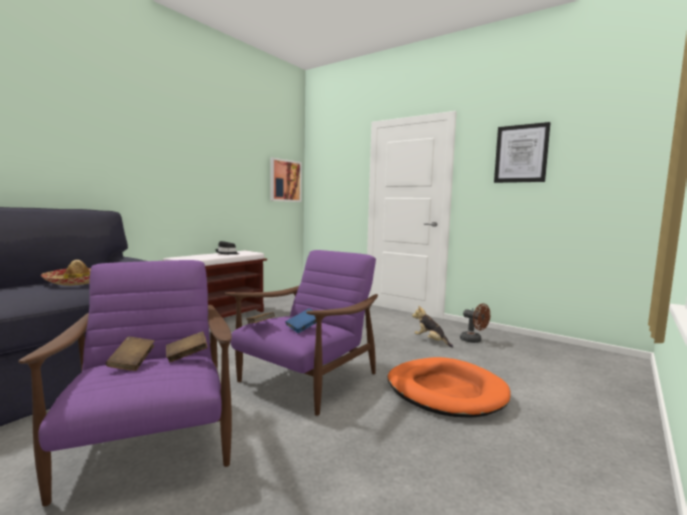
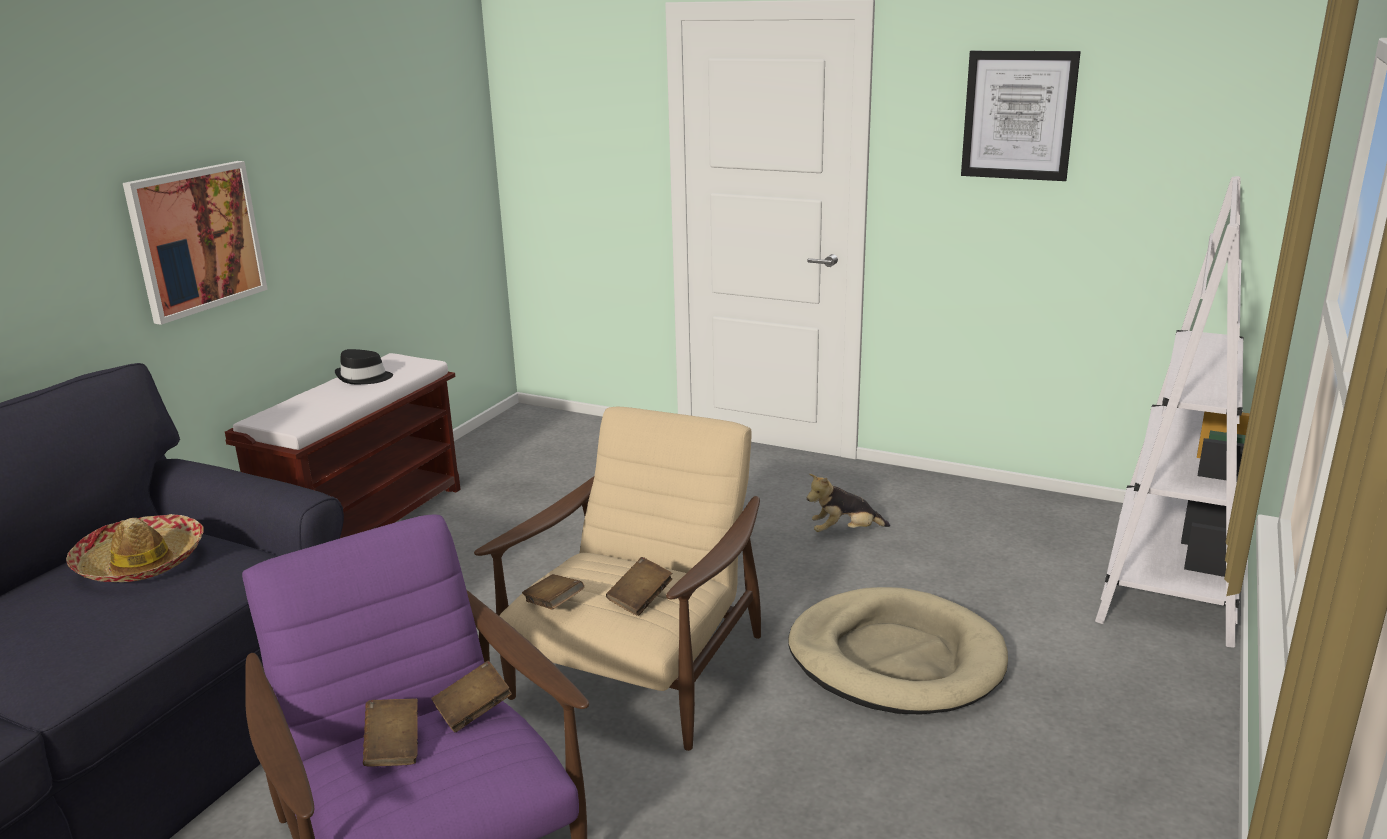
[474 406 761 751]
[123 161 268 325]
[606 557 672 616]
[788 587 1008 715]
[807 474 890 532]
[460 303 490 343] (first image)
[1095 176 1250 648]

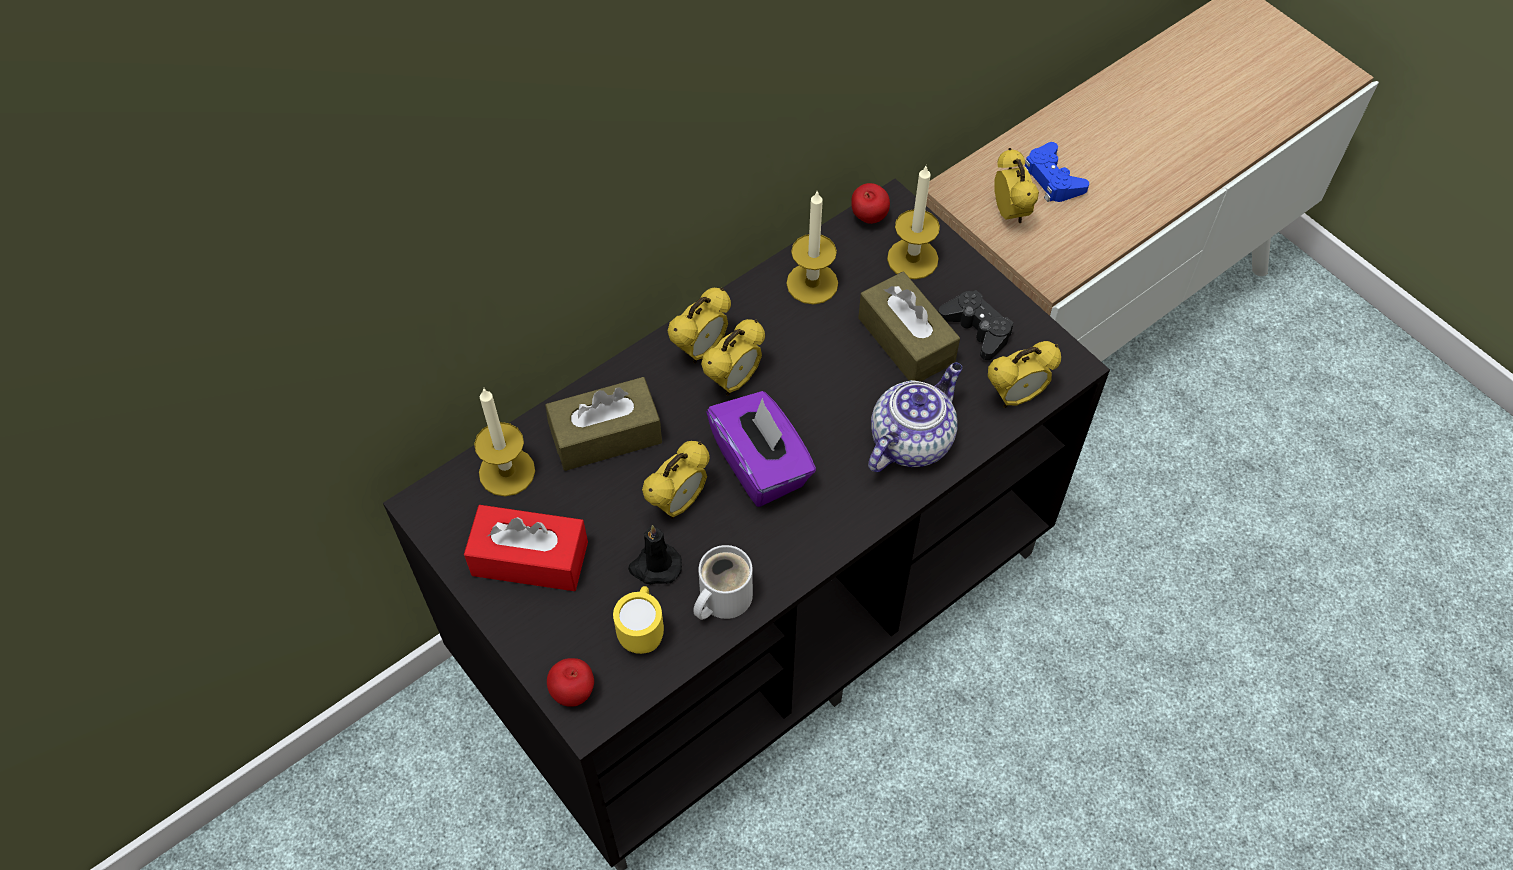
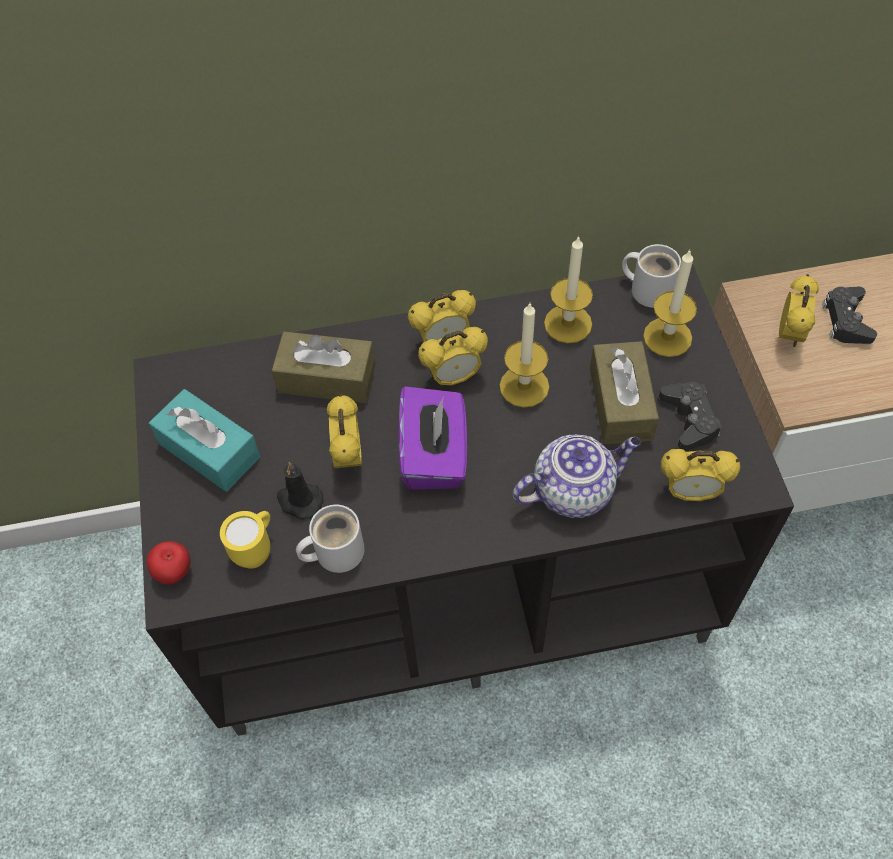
[149 389 260 492]
[499 303 549 408]
[327 394 362 471]
[622 244 681 308]
[822 287 877 344]

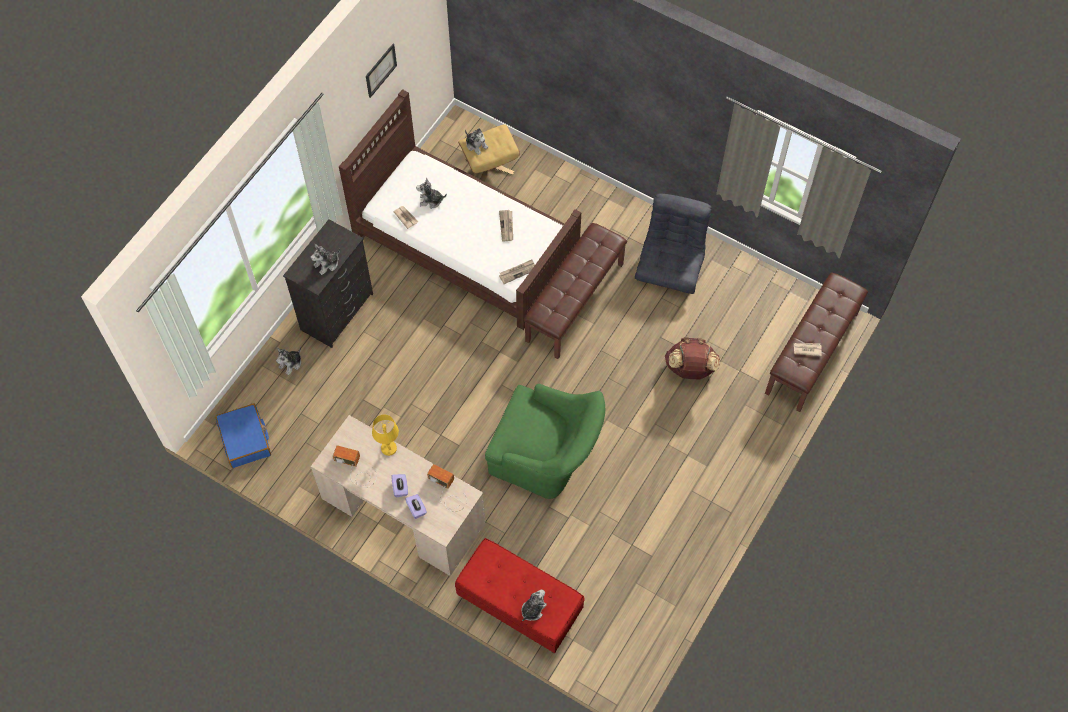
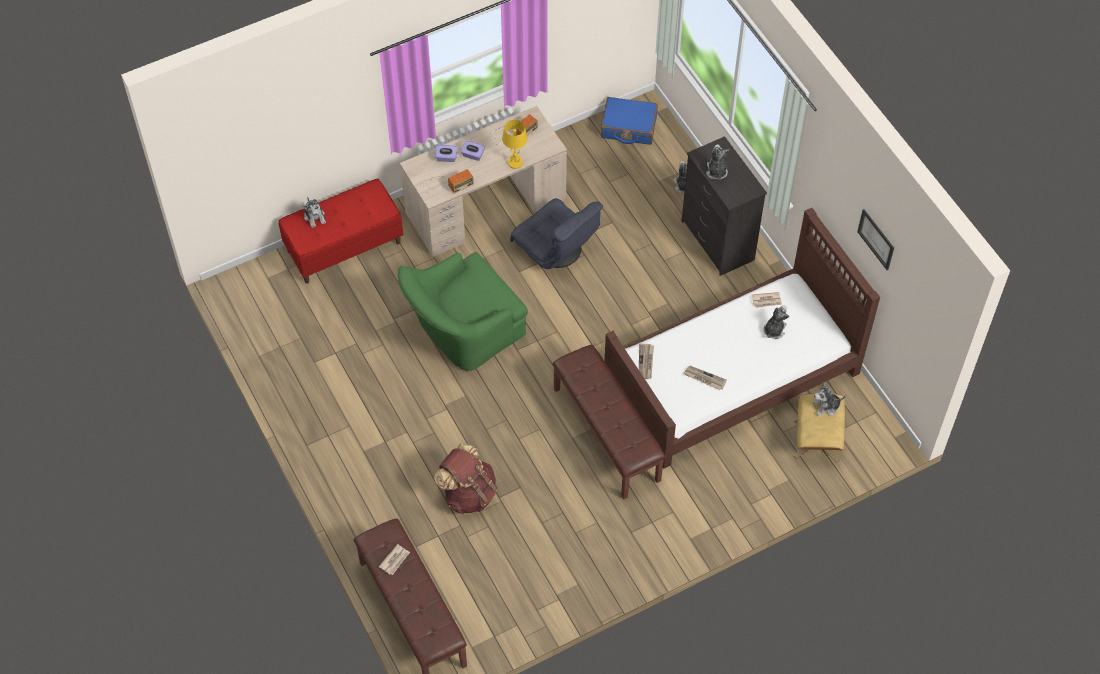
[510 198 603 269]

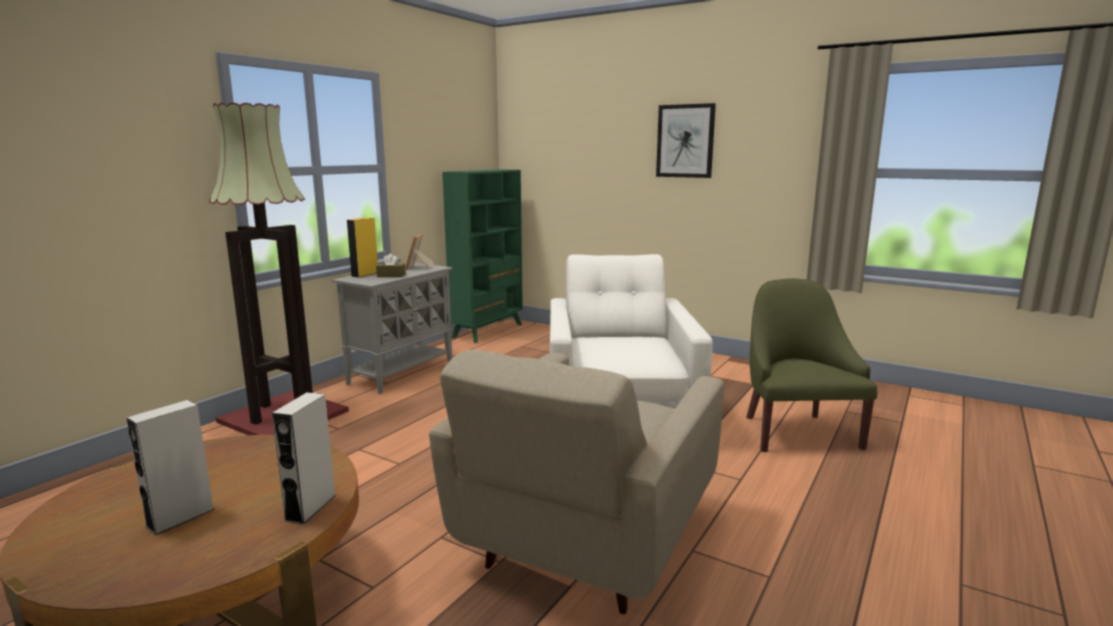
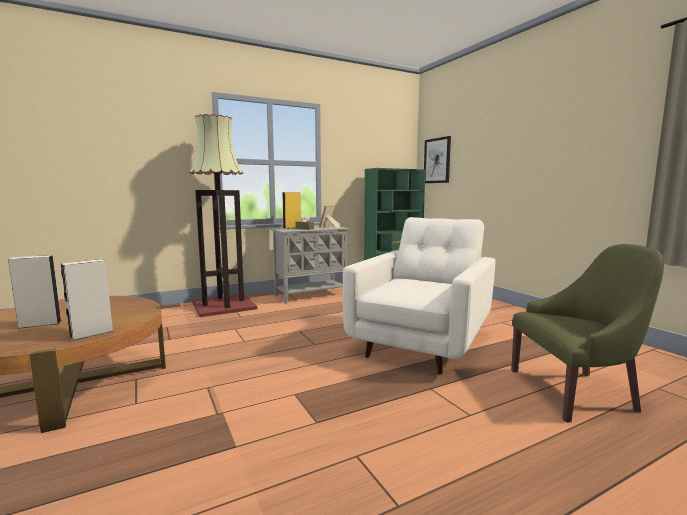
[429 350 724 614] (first image)
[424 136 451 183]
[511 244 664 422]

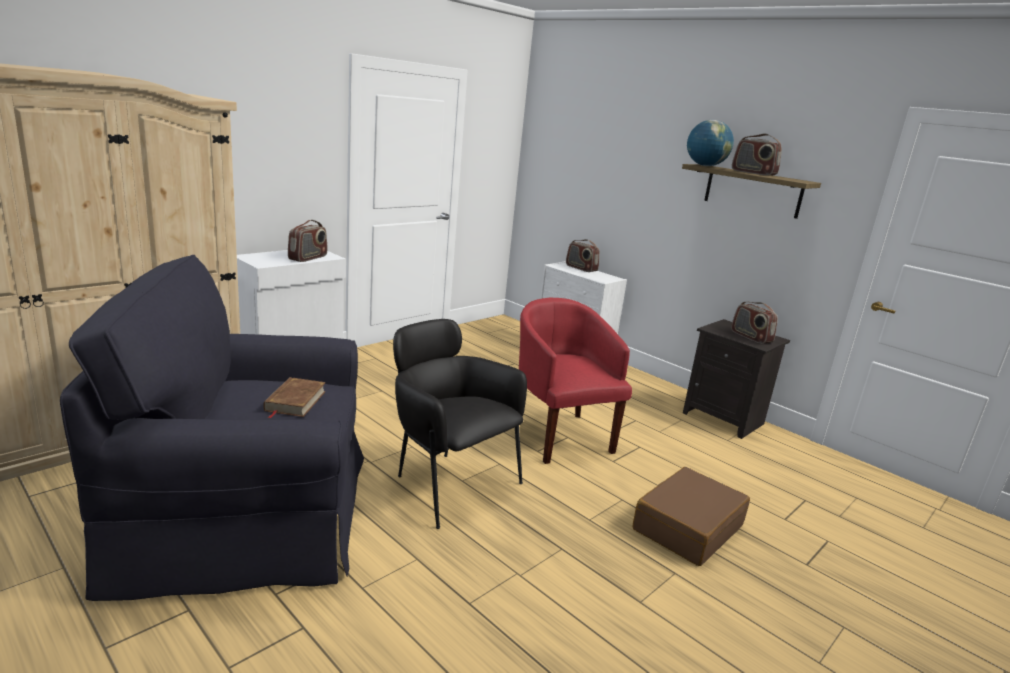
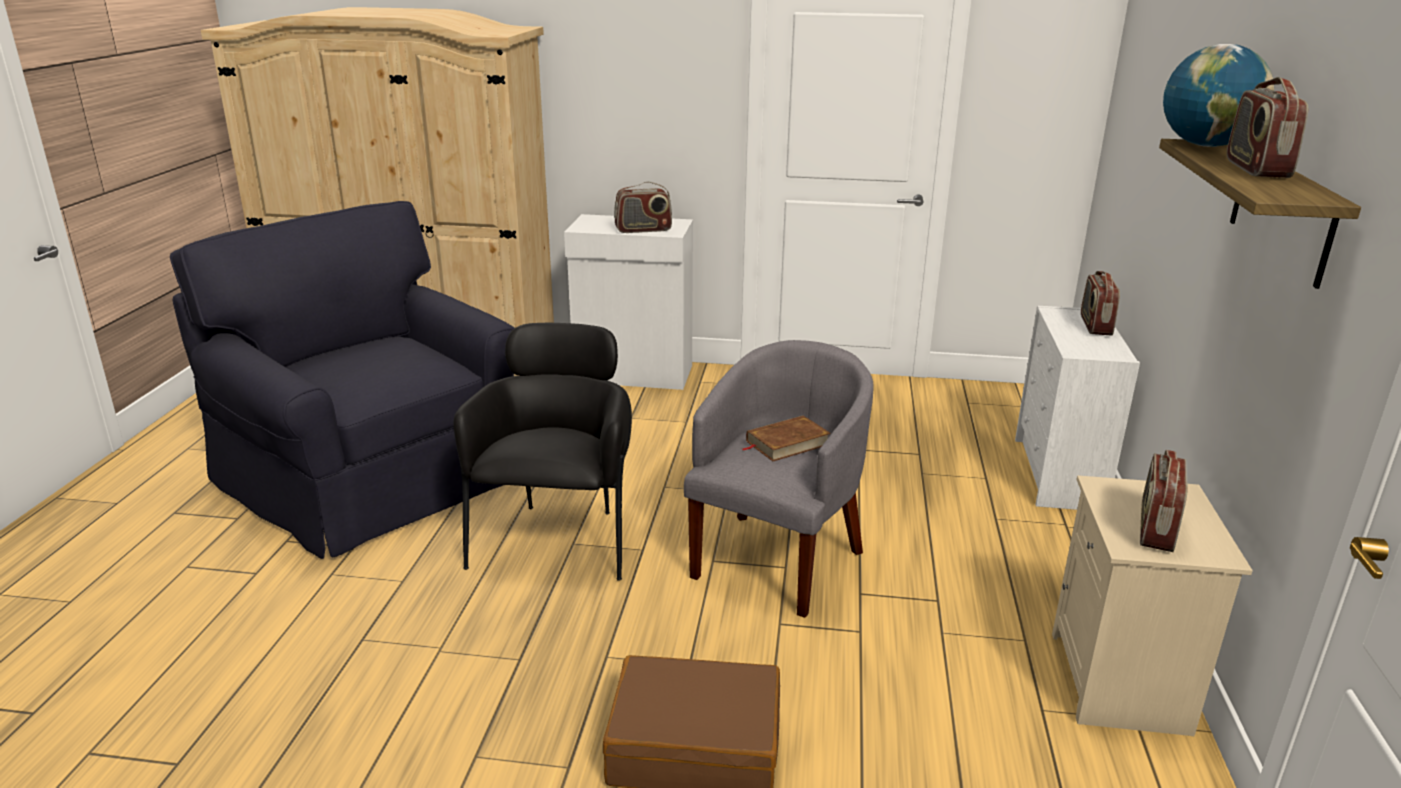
[743 415 831 461]
[684 340 874 618]
[1052 475 1253 736]

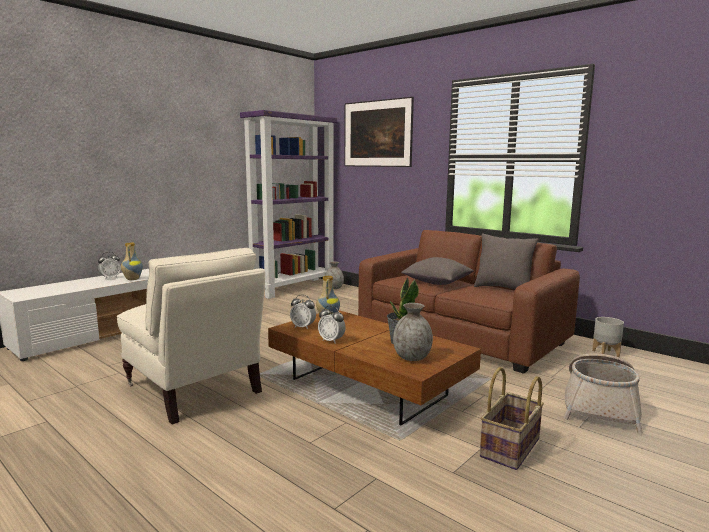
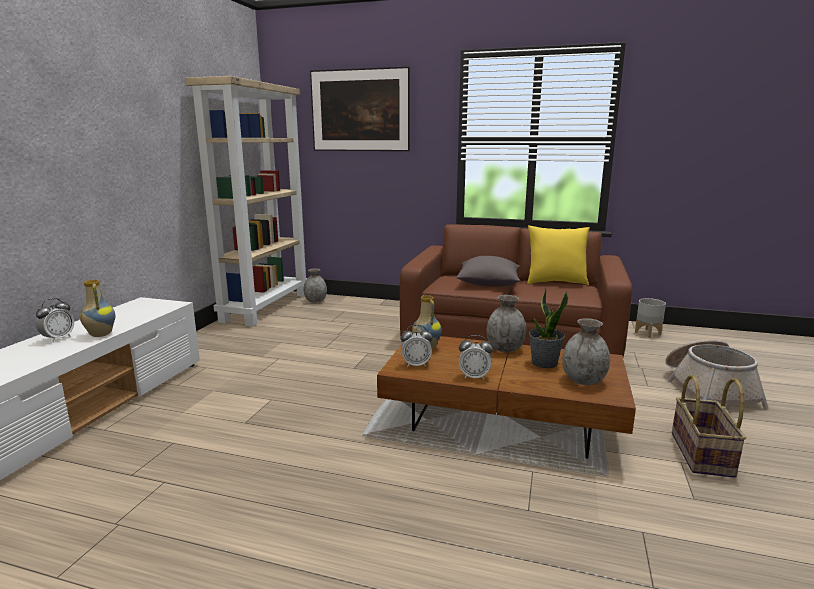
[117 248 265 425] (first image)
[185 76 307 327]
[527 226 590 285]
[487 295 526 352]

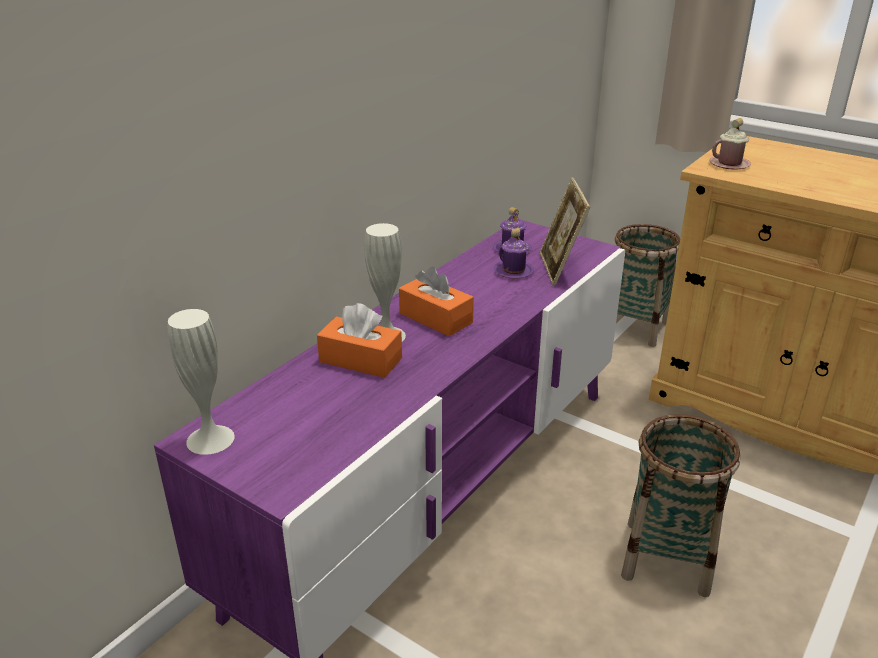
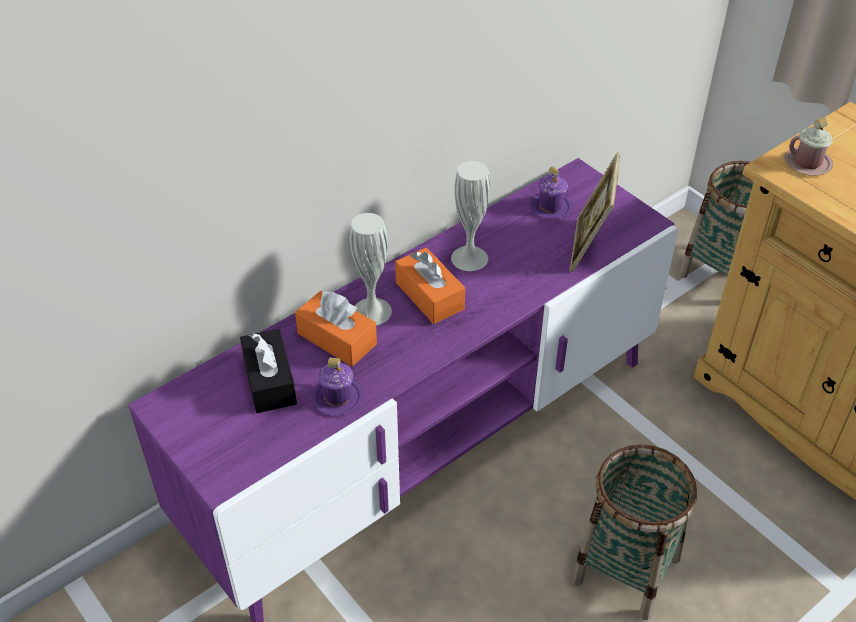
[451 161 490 271]
[312 358 363 415]
[240 329 297 413]

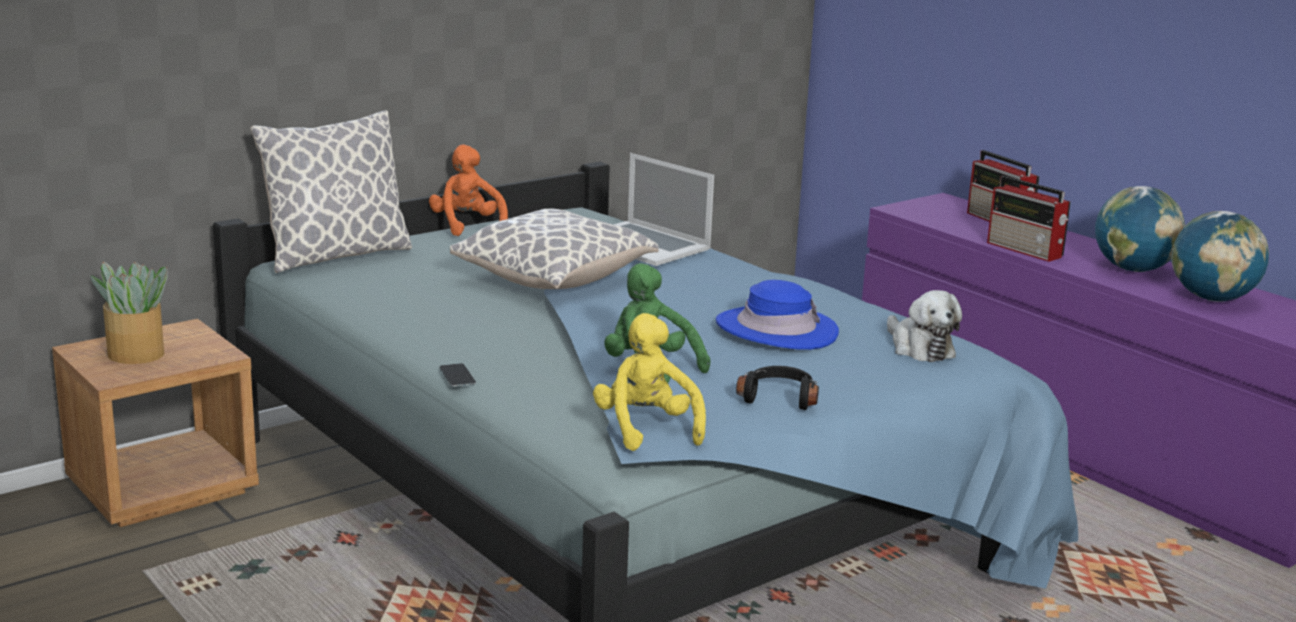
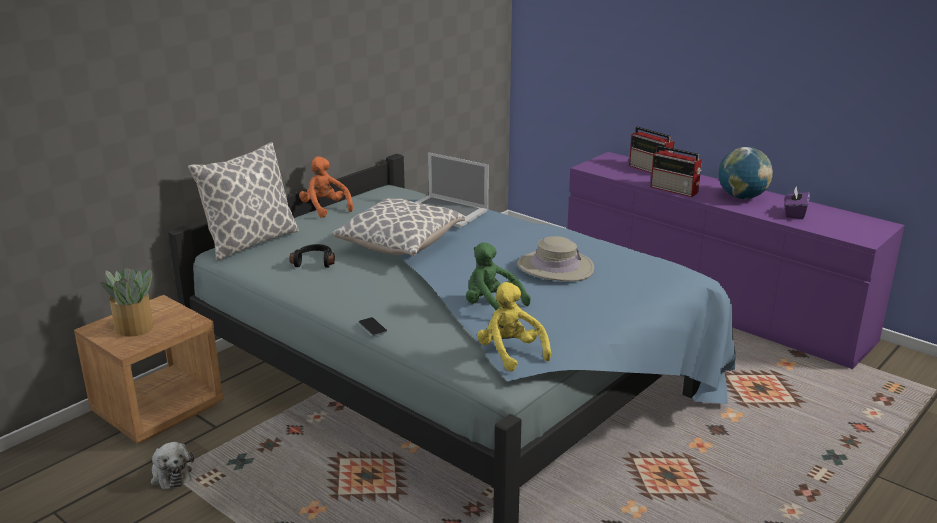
[517 236 594 281]
[289 244 335 268]
[151 442 194 490]
[784 186 810 219]

